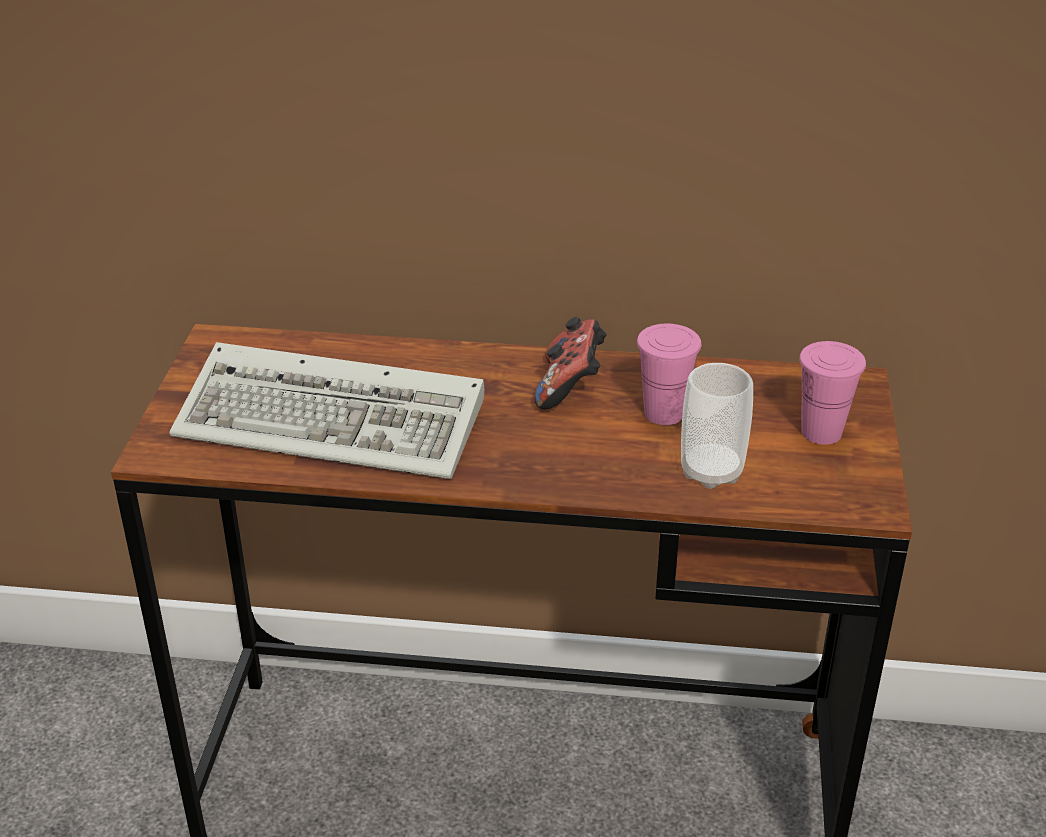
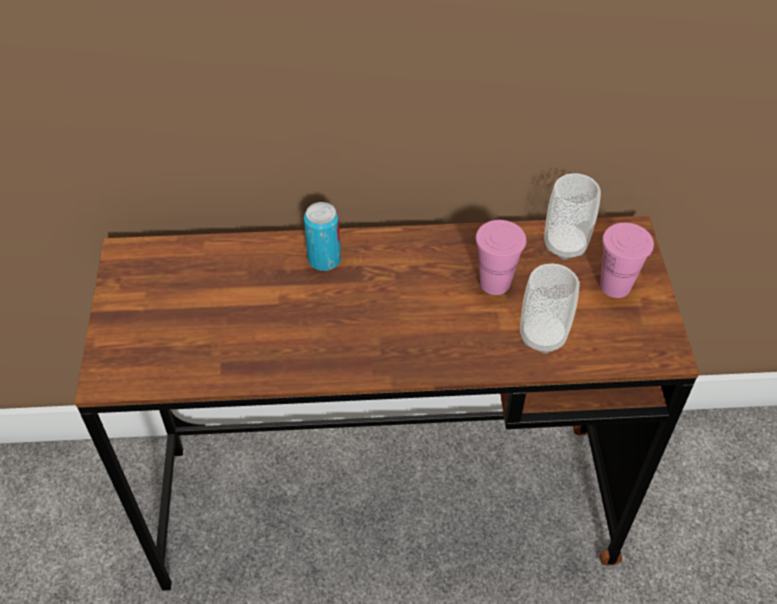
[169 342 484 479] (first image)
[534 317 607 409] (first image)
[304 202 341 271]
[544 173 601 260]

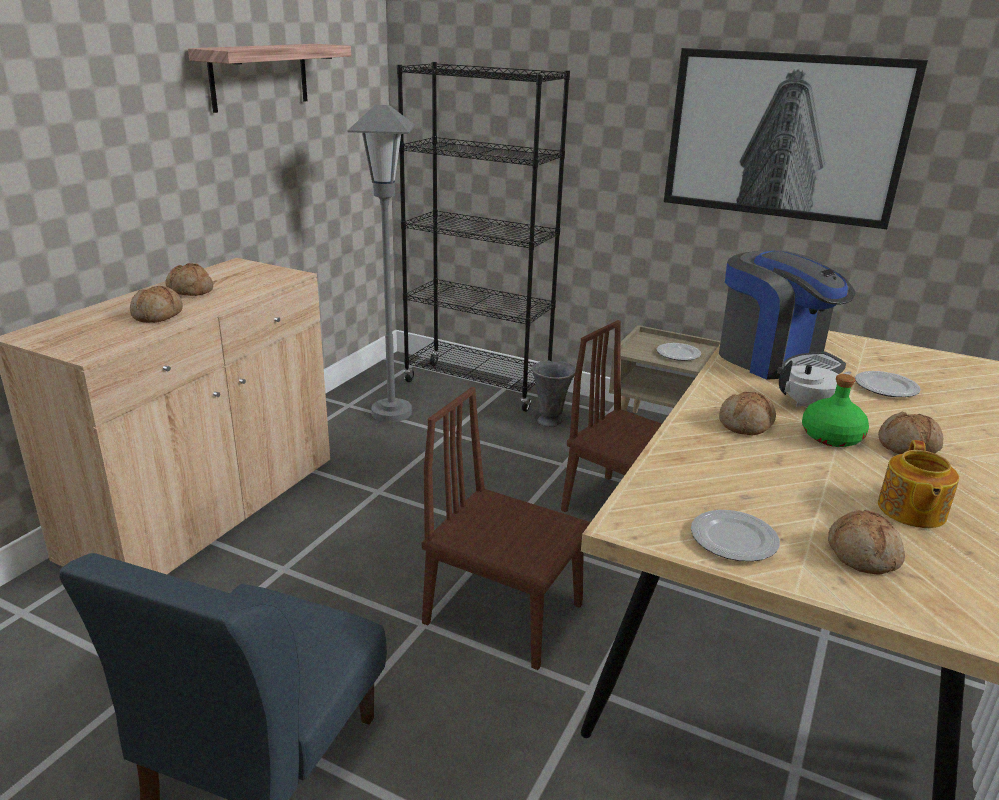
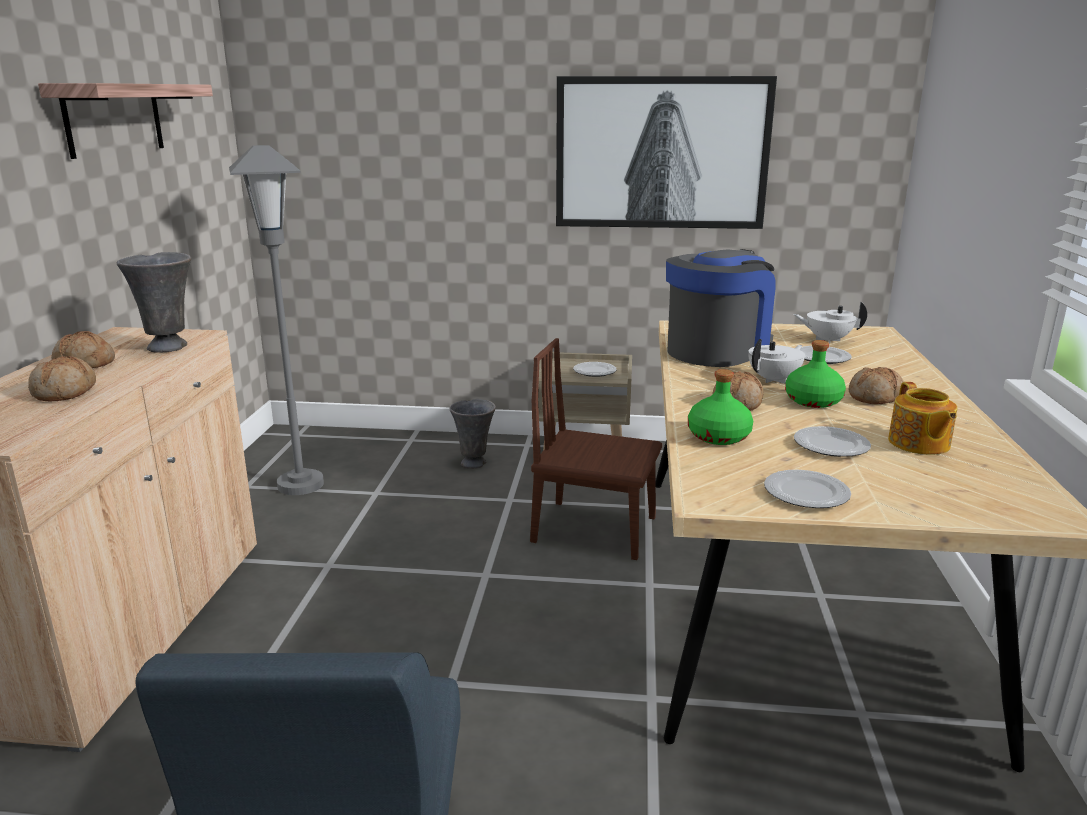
[397 62 570 412] (first image)
[422 387 591 670] (first image)
[666 249 776 367]
[828 510 905 575] (first image)
[116 252 191 353]
[688 369 753 445]
[793 301 867 343]
[794 426 871 457]

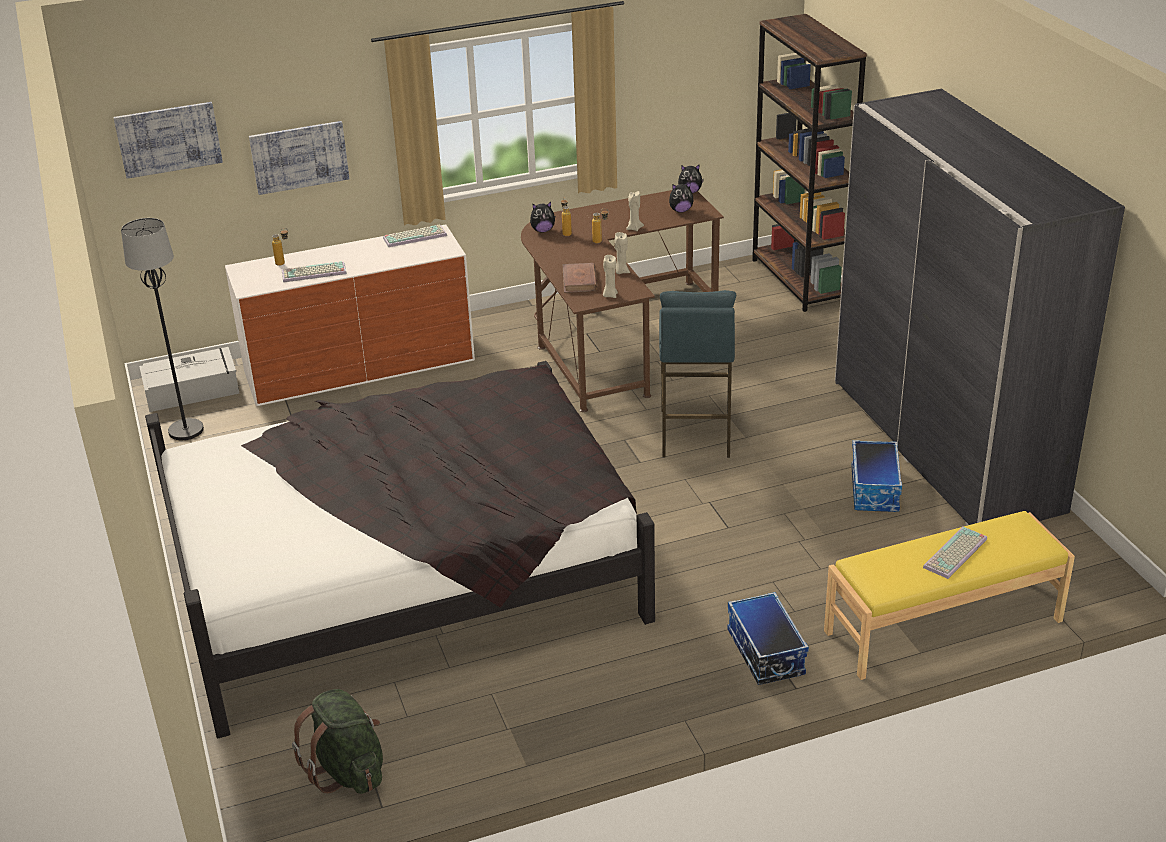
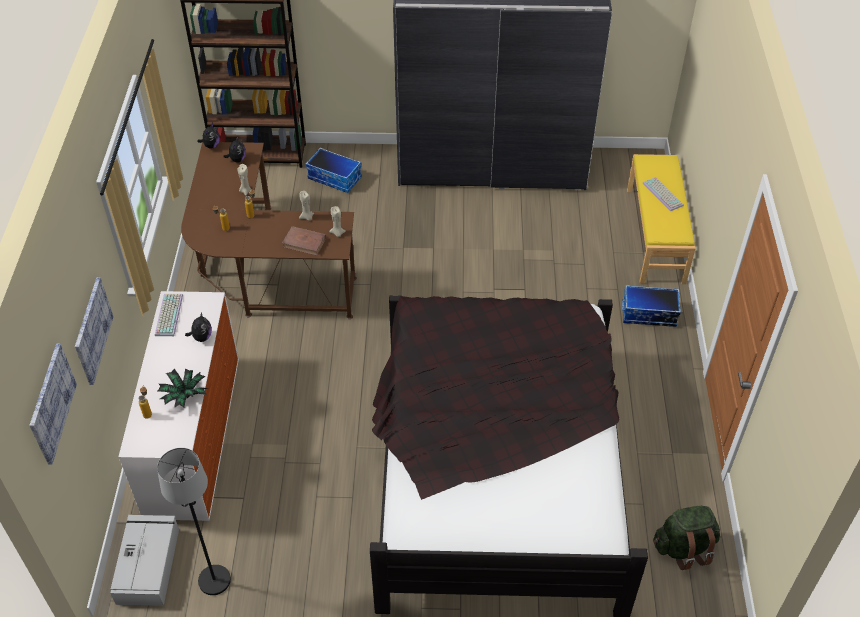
[157 369 209 408]
[185 313 212 342]
[659 290 736 458] (first image)
[306 148 362 193]

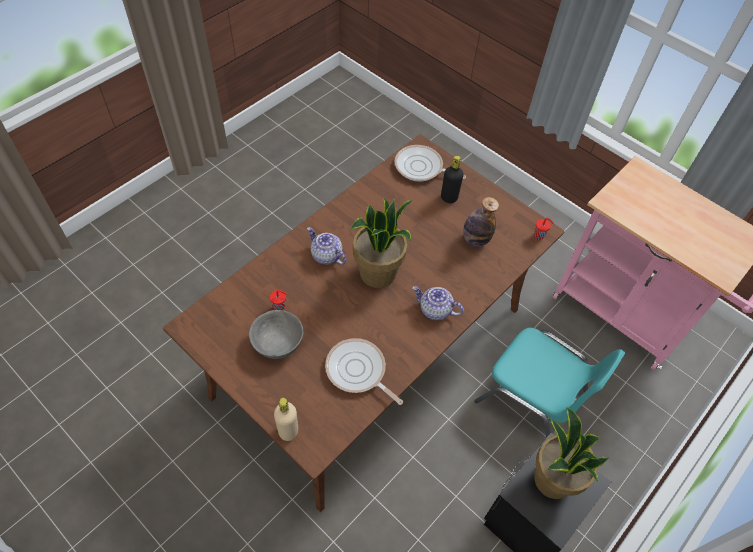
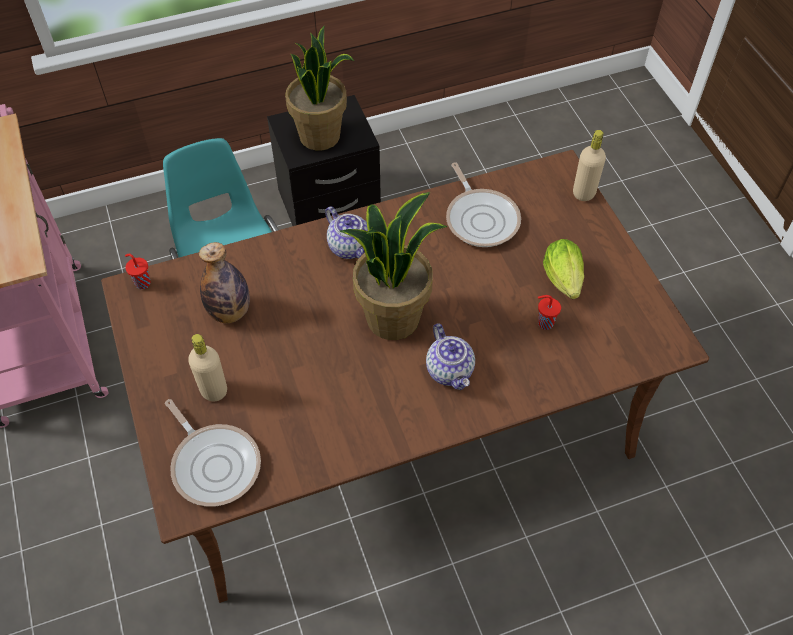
[543 239 584 299]
[188 334 227 401]

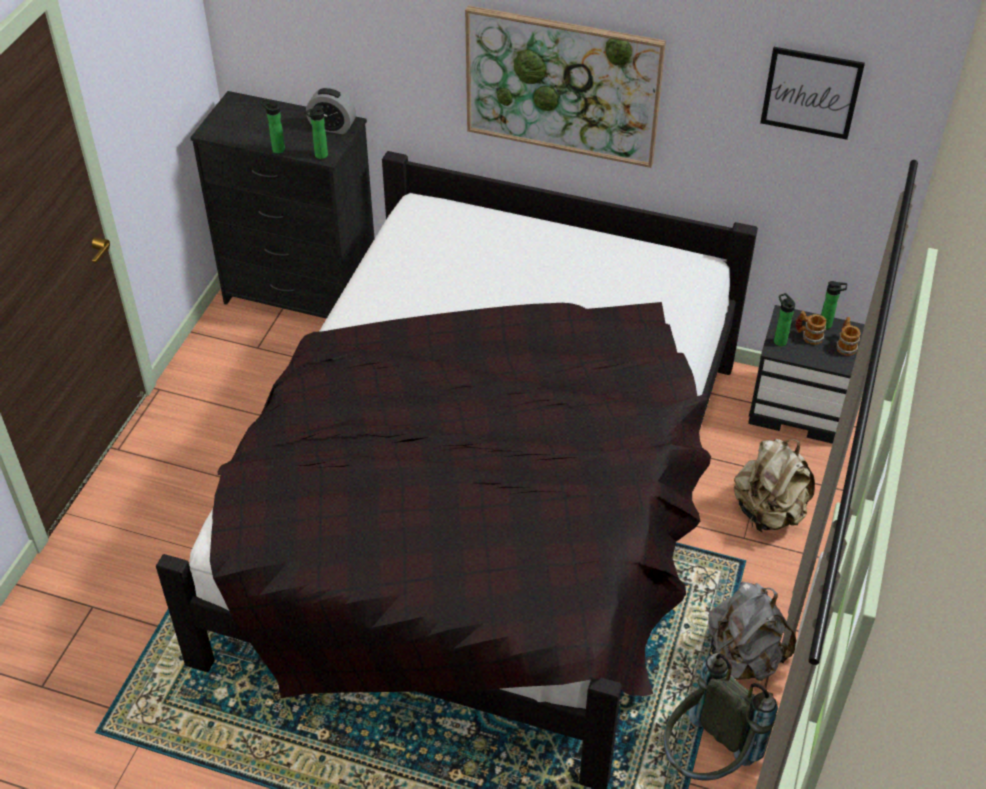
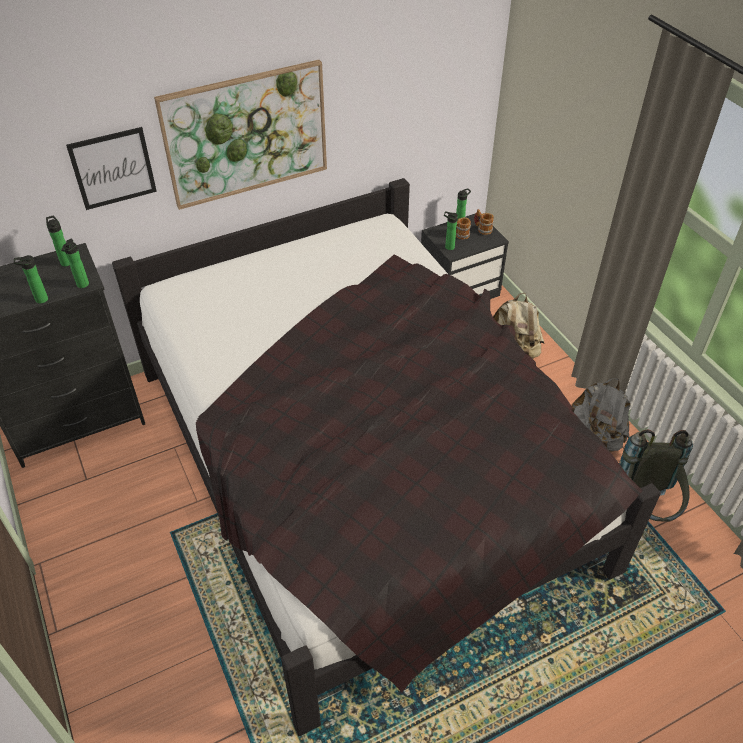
[46 216 70 267]
[66 127 157 210]

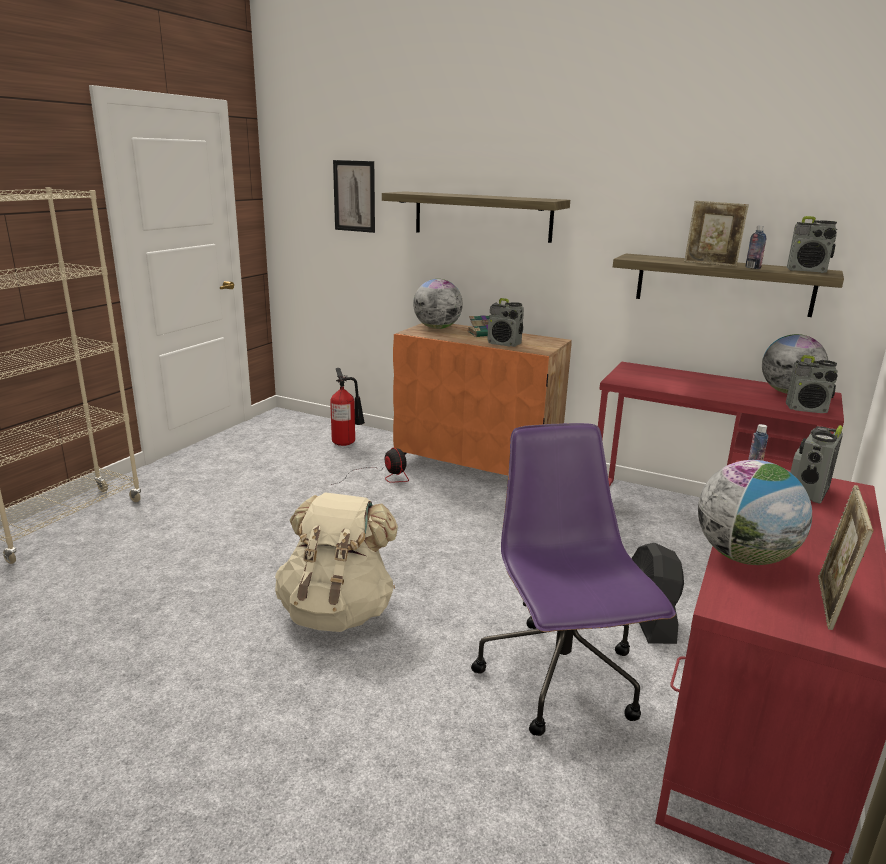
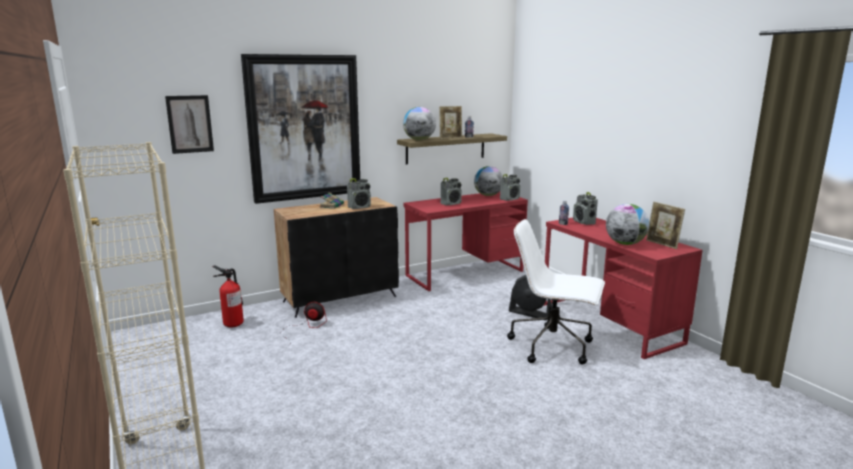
[275 492 398 632] (first image)
[241 54 360 204]
[274 197 399 318]
[403 107 436 140]
[507 219 605 364]
[441 178 462 206]

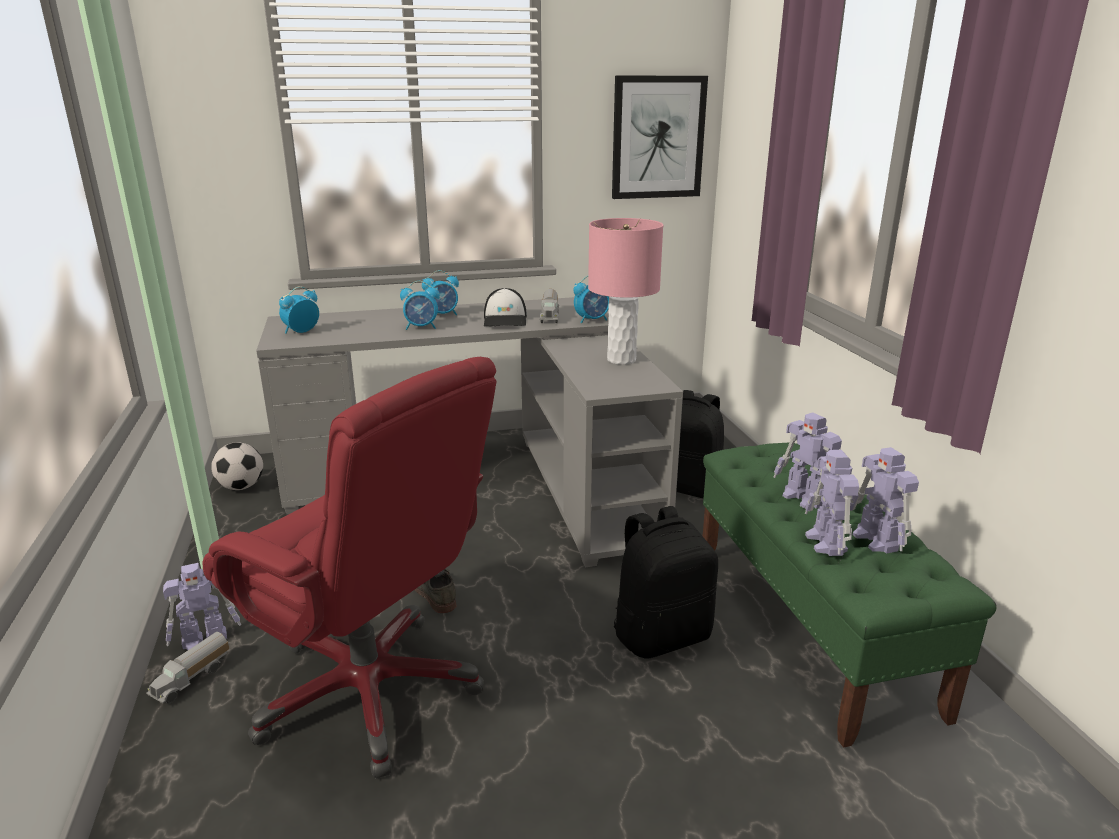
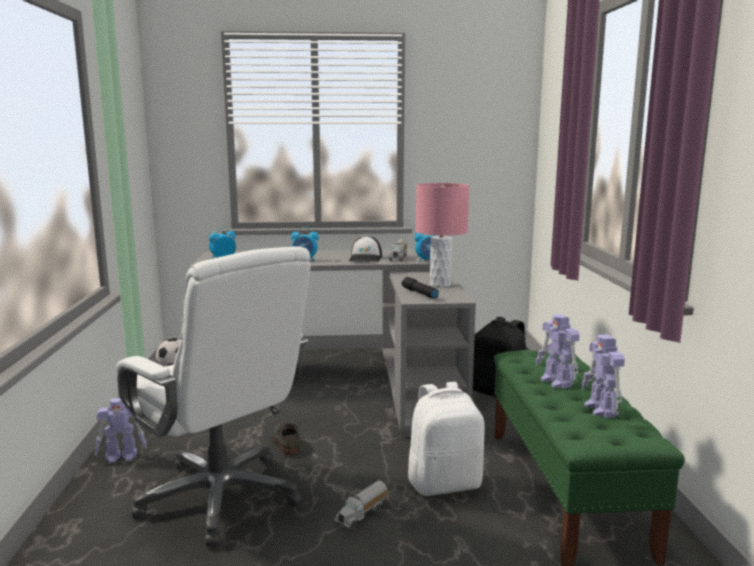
[334 480 388 530]
[116 246 311 547]
[422 270 459 316] (first image)
[612 76 708 199] (first image)
[408 382 485 496]
[805 450 859 556] (first image)
[402 277 438 299]

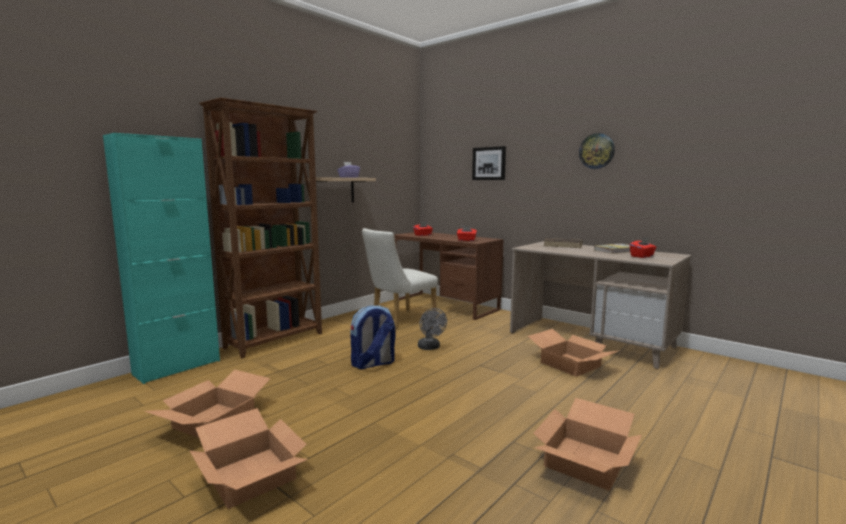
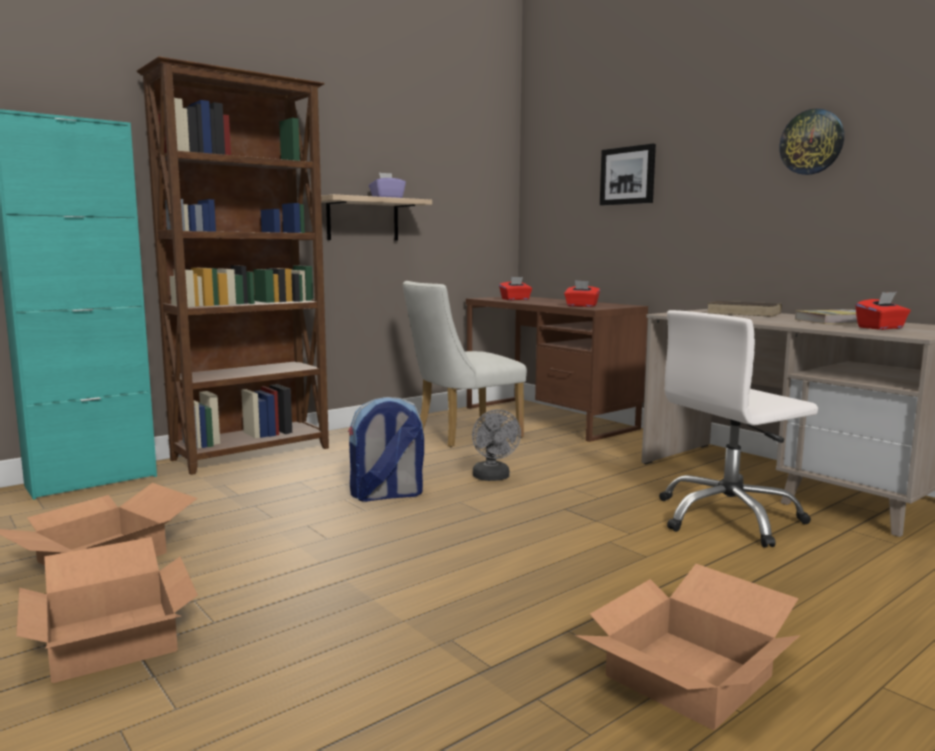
[659 310 818 548]

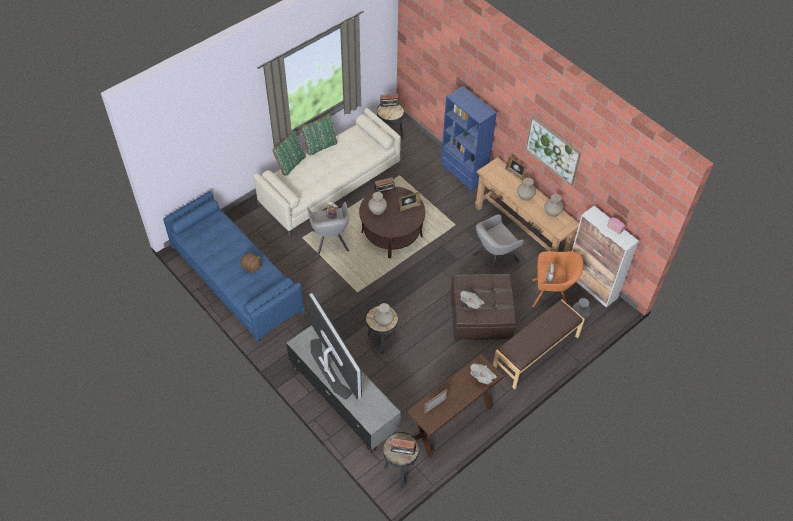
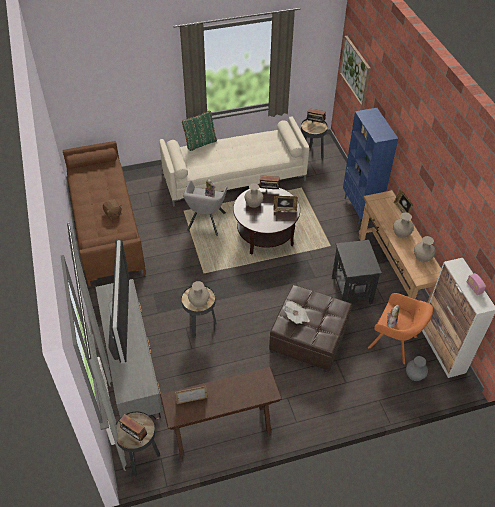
[63 141 146 286]
[301 114 337 155] (first image)
[470 364 496 385] (first image)
[332 240 382 304]
[493 299 585 389] (first image)
[340 36 371 106]

